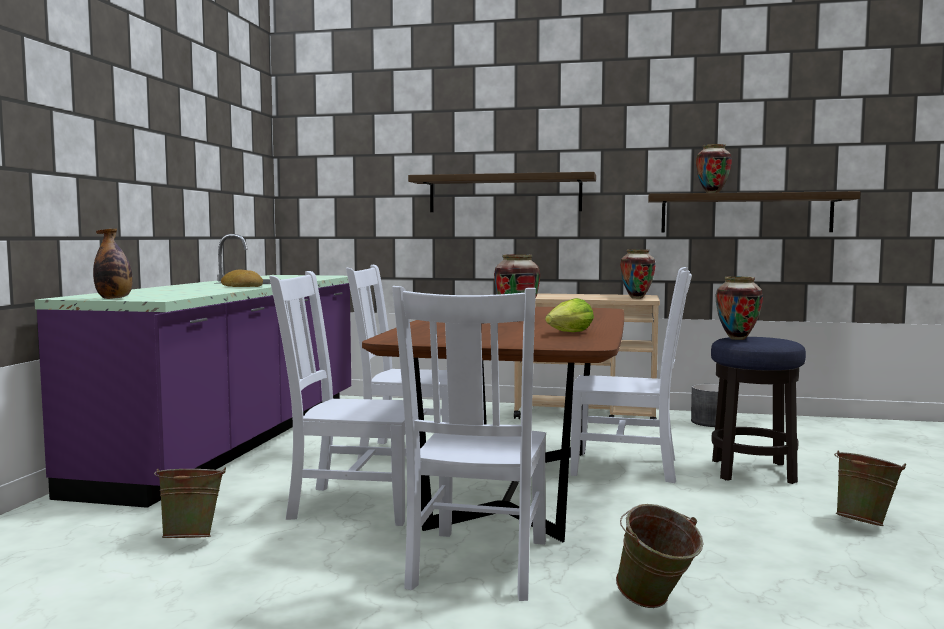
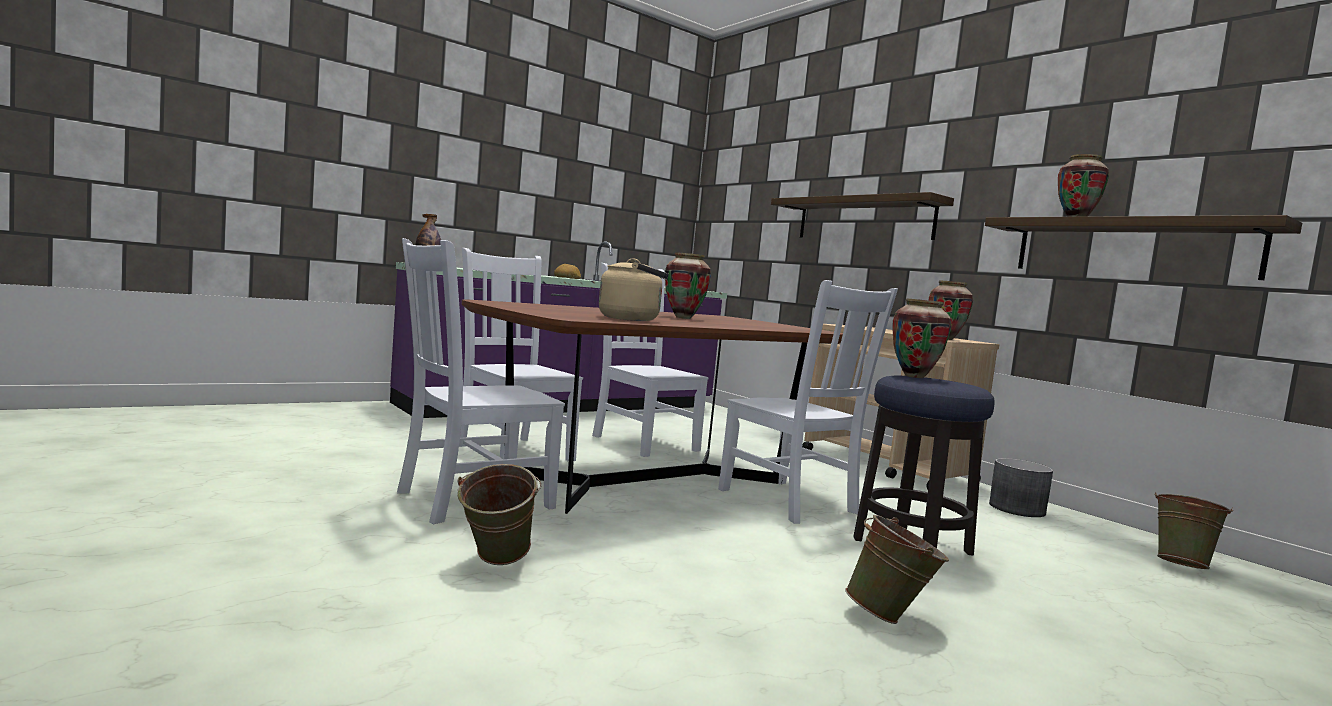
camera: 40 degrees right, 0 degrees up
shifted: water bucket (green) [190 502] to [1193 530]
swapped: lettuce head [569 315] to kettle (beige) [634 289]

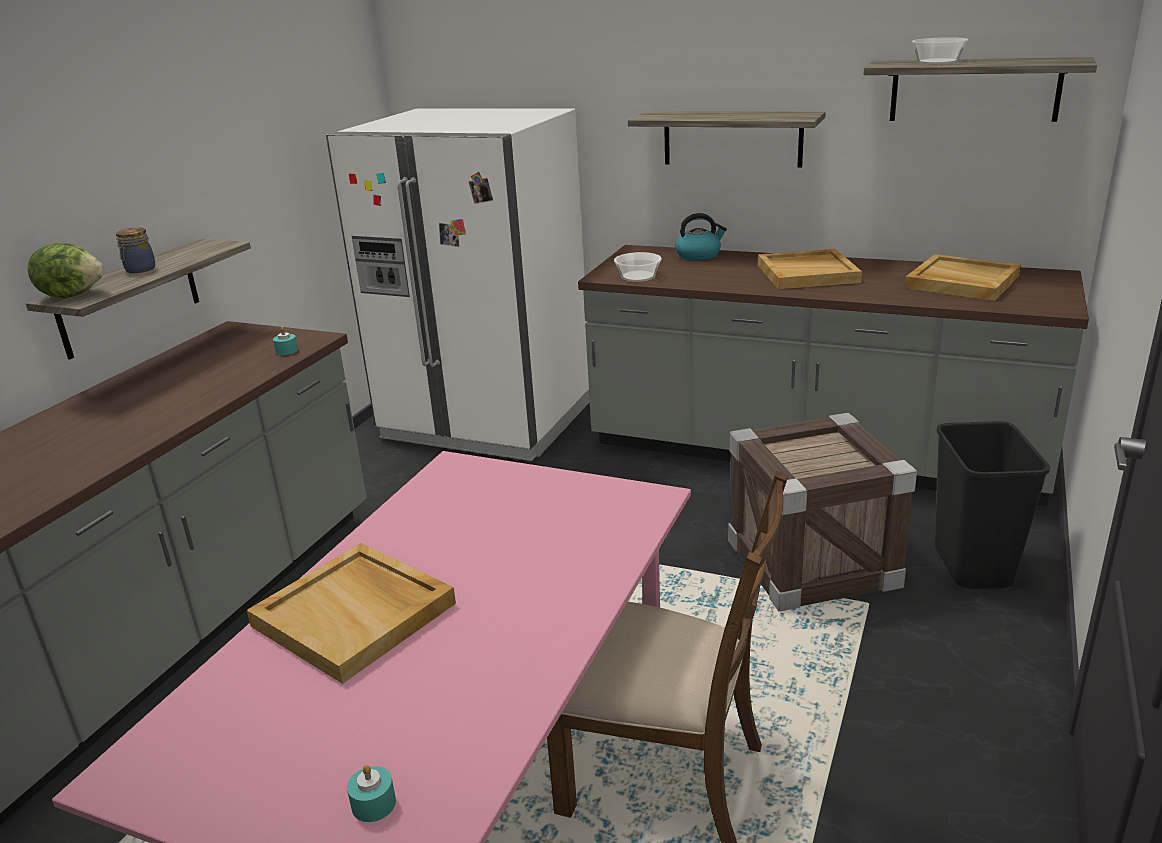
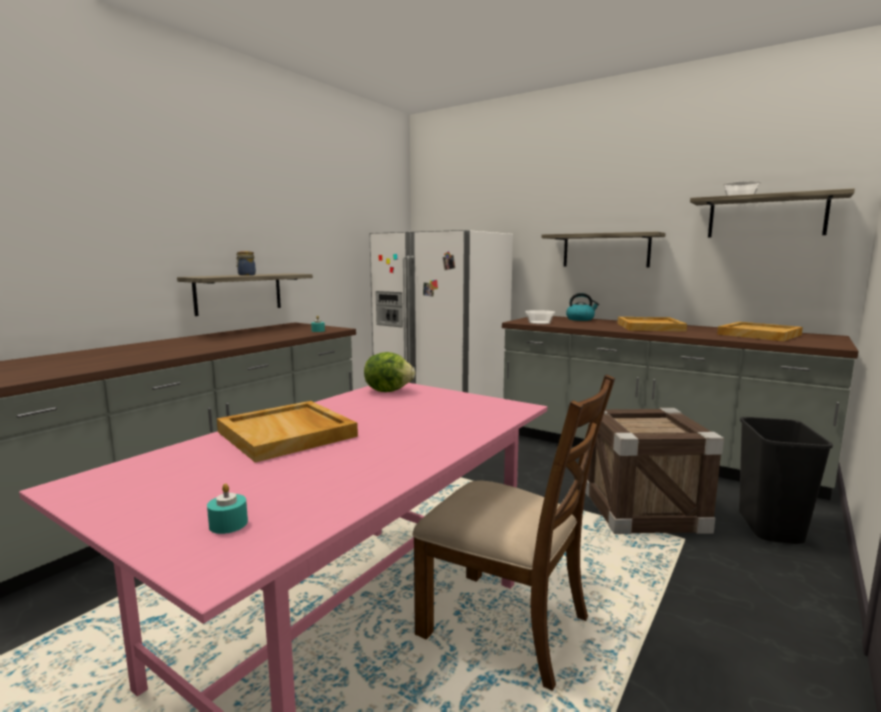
camera: 10 degrees right, 15 degrees down
shifted: lettuce head [65 270] to [389 372]

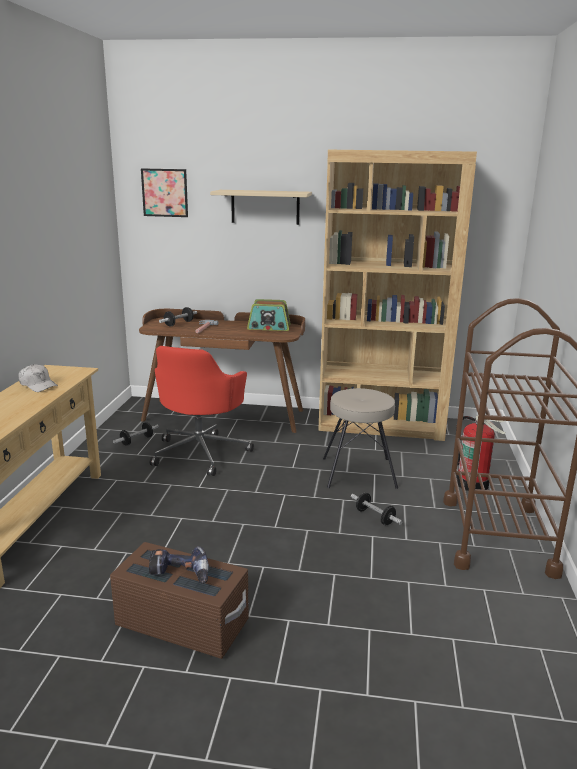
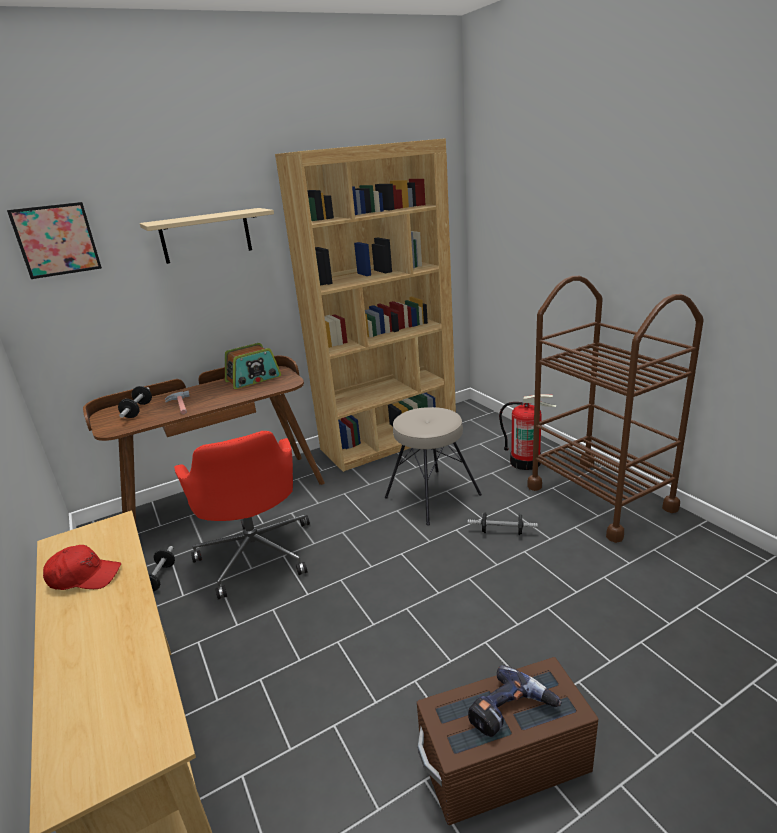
camera: 35 degrees left, 5 degrees up
repainted: baseball cap (white) [38 378] to baseball cap (red-coloured) [82 567]

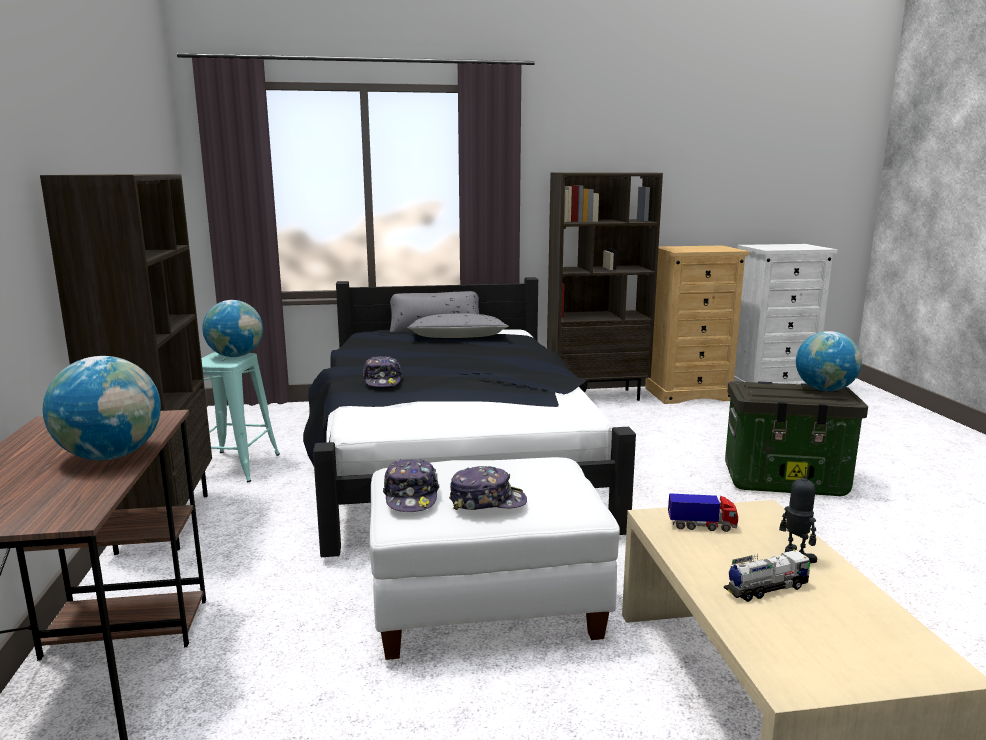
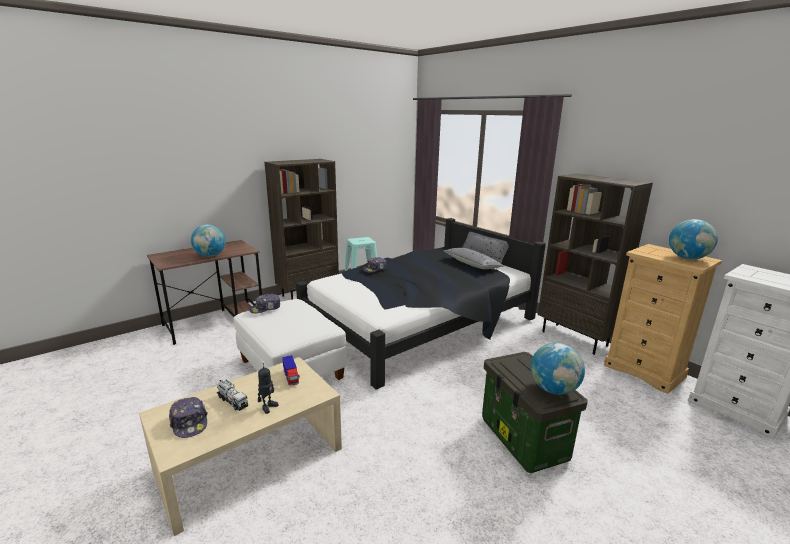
camera: 60 degrees right, 5 degrees up
shifted: baseball cap [488 488] to [188 417]; desk globe [232 328] to [693 239]

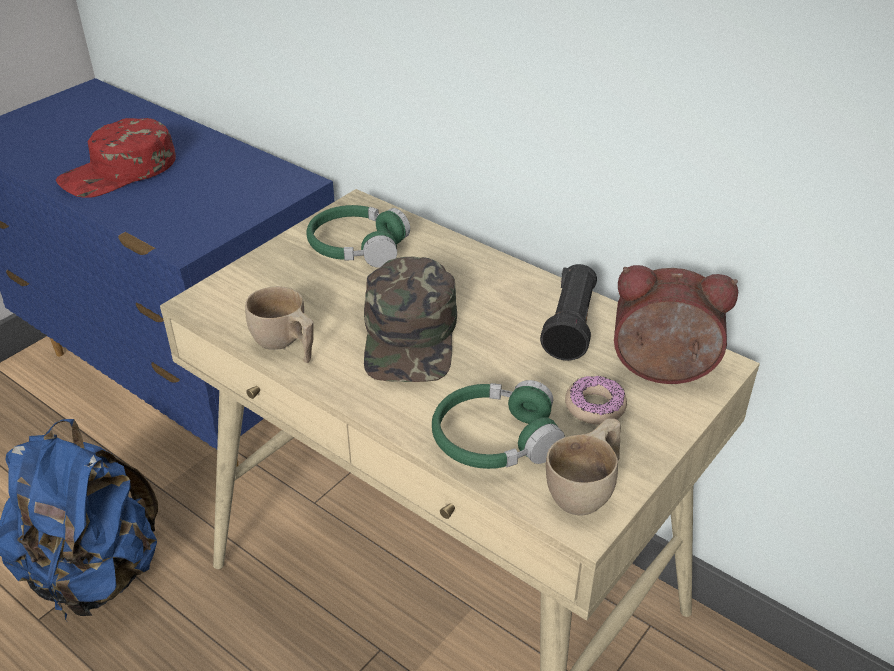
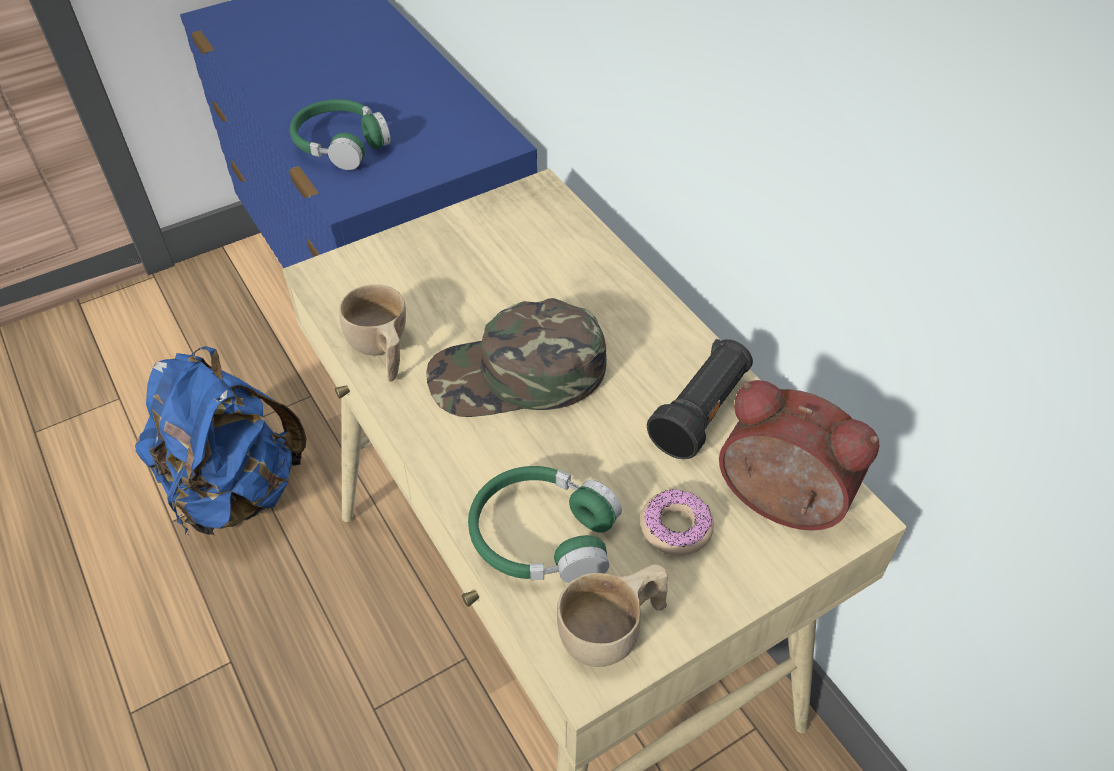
camera: 20 degrees right, 10 degrees up
gone: baseball cap (red-coloured) [116 158]
shifted: headset (green) [358 236] to [340 134]
rotated: baseball cap (green) [410 319] = [516 357] 60 degrees clockwise

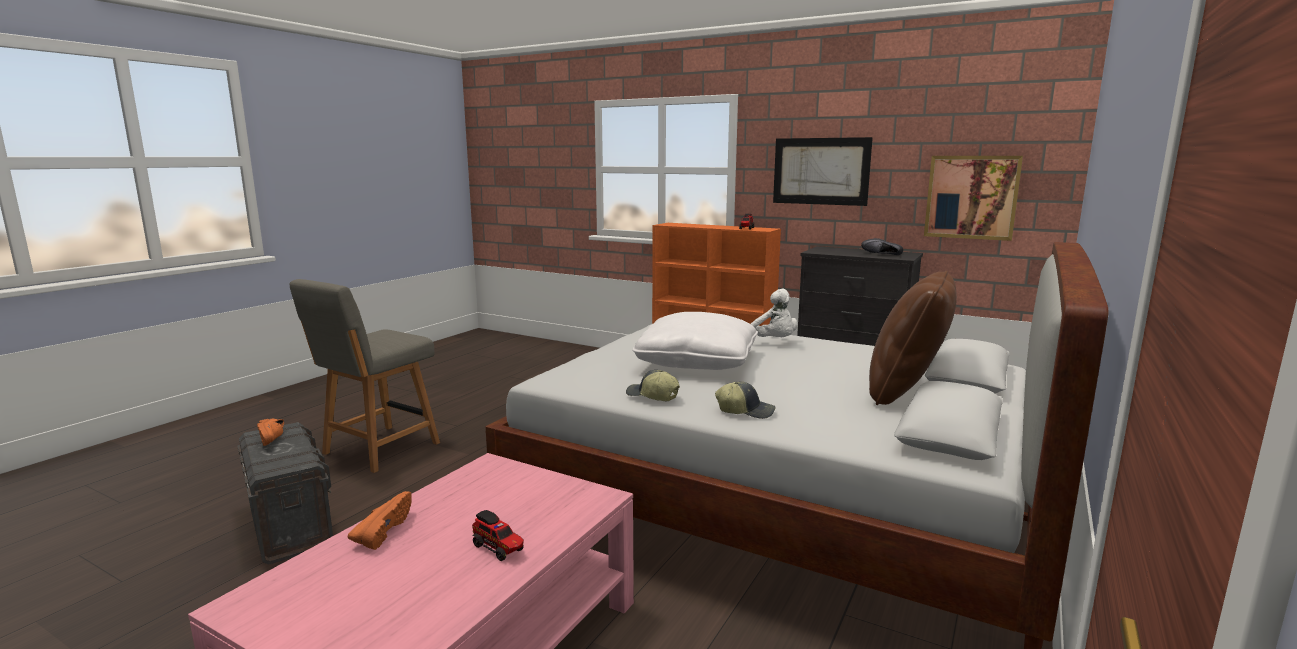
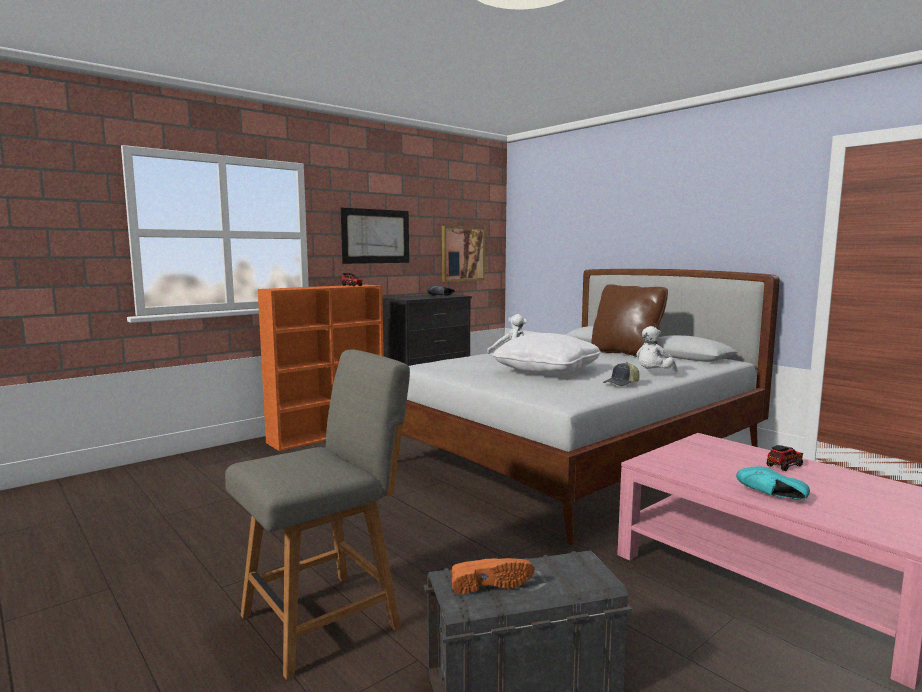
camera: 70 degrees left, 5 degrees down
swapped: baseball cap [745 400] to plush toy (white) [656 348]
repainted: item of footwear (orangey) [380 520] to item of footwear (turquoise) [773 483]
rotated: plain chair (greyish) [365 376] = [317 515] 90 degrees counterclockwise

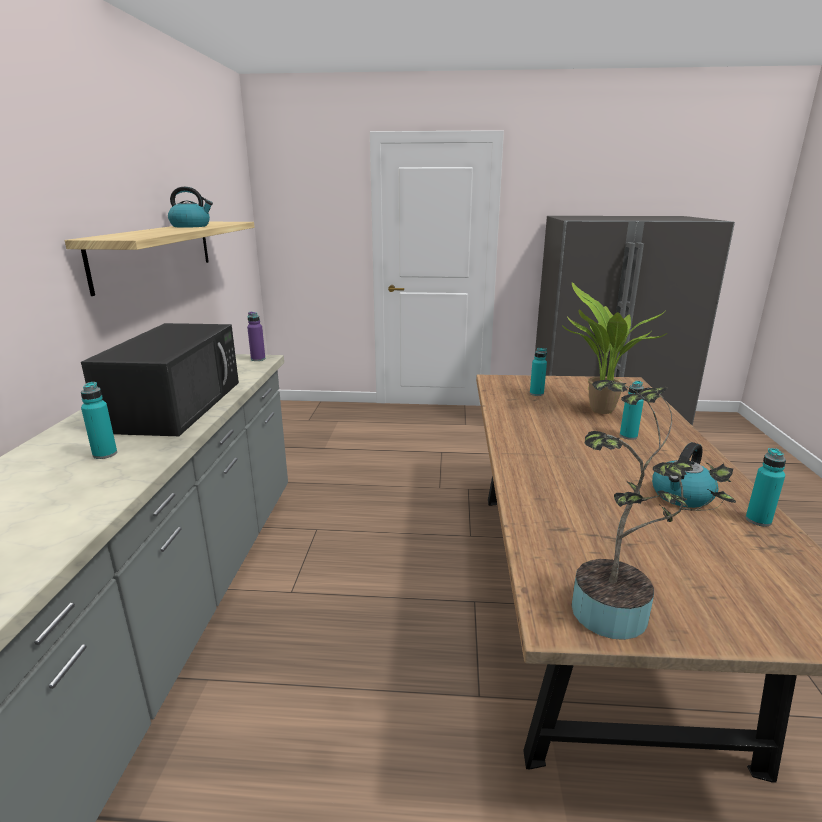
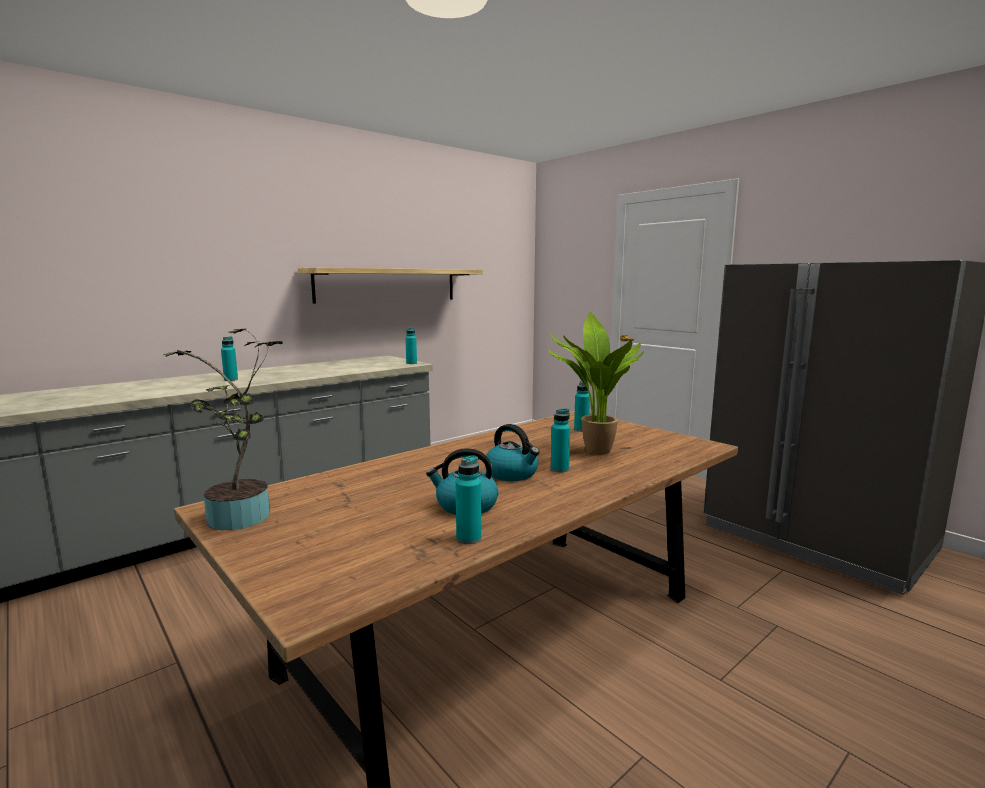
camera: 45 degrees right, 10 degrees down
gone: kitchen microwave (black) [160 379]
shifted: kettle [190 207] to [512 452]
repainted: beverage bottle (purple-coloured) [256 336] to beverage bottle (turquoise) [411 345]

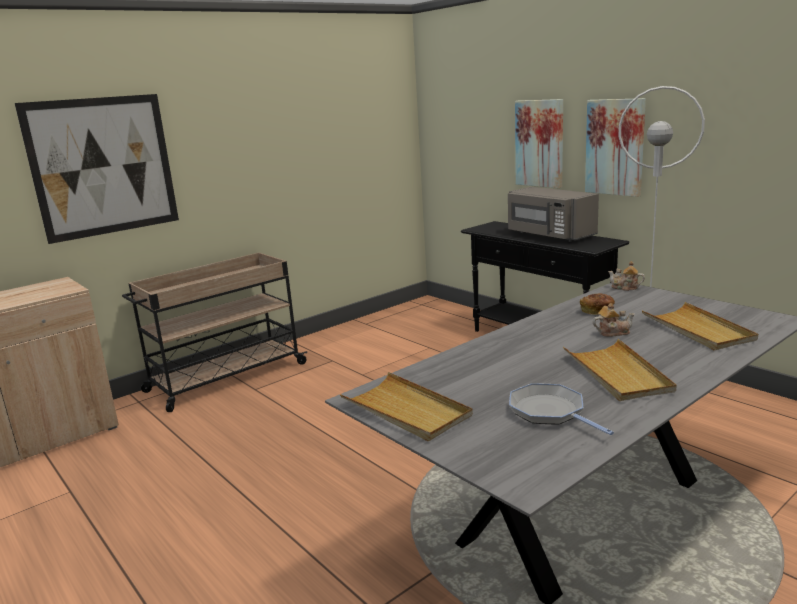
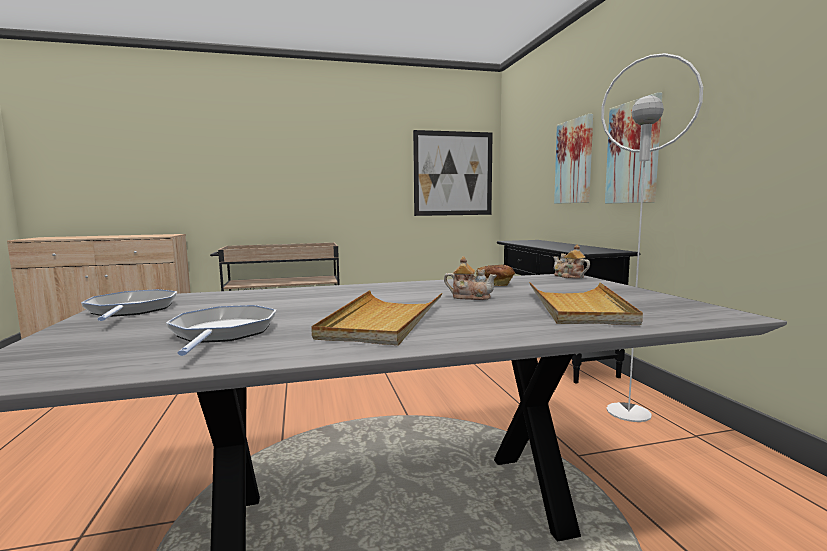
camera: 25 degrees right, 10 degrees down
gone: kitchen microwave (greyish) [553 214]
shifted: wall picture [97 169] to [453 173]
swapped: carrying tray (beige) [406 406] to pan [129 305]

